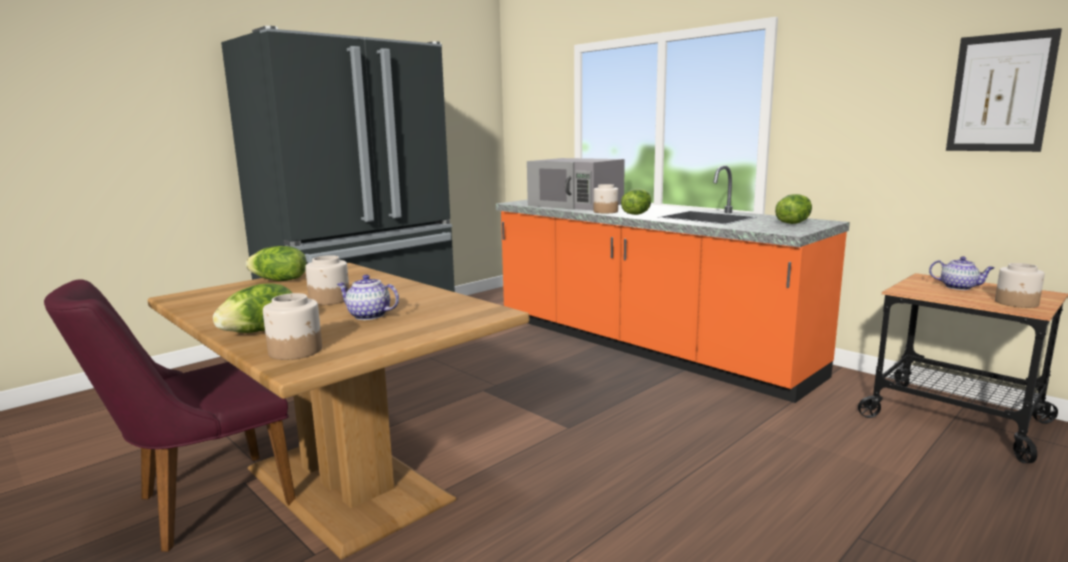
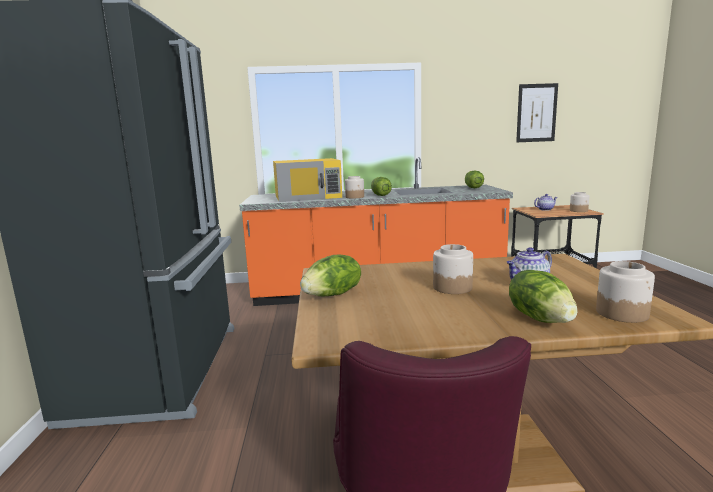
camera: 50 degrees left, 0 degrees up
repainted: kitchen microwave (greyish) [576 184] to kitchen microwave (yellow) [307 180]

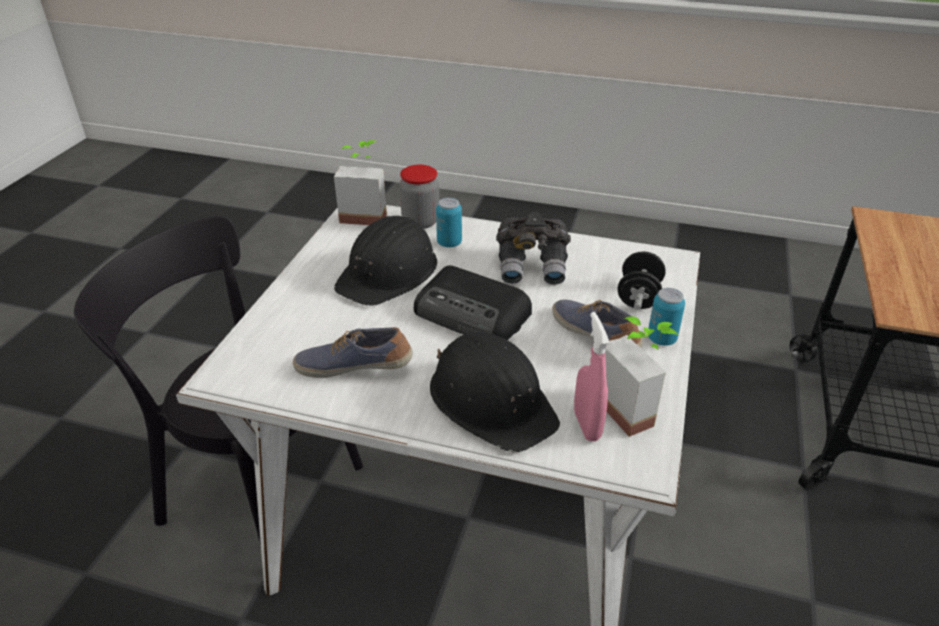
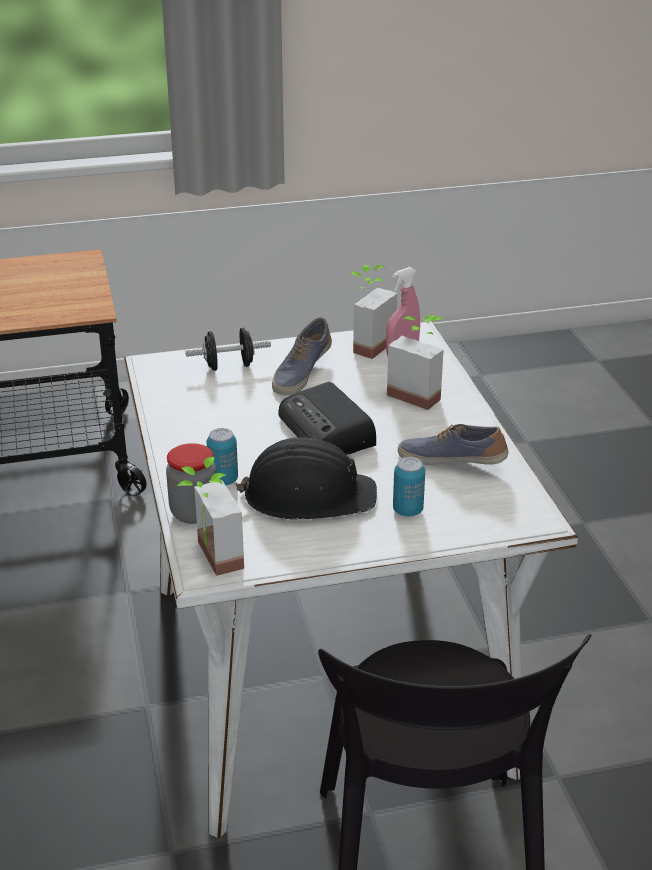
camera: 120 degrees left, 5 degrees down
gone: pair of binoculars (greyish) [533 248]
shifted: sealed can [666 317] to [409 486]
swapped: work helmet (black) [495 392] to potted plant [415 362]
rotated: radio set [473 302] = [327 418] 150 degrees clockwise; item of footwear [352 352] = [453 444] 135 degrees clockwise

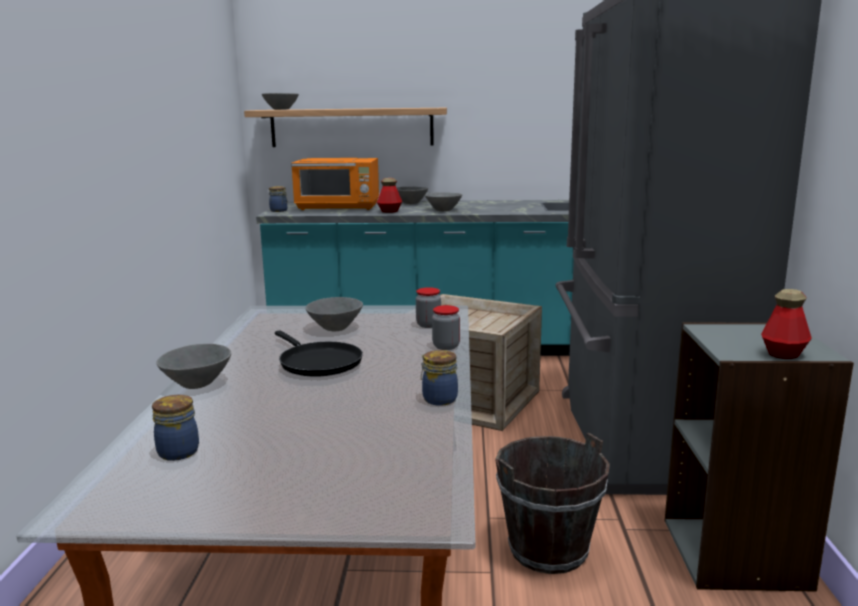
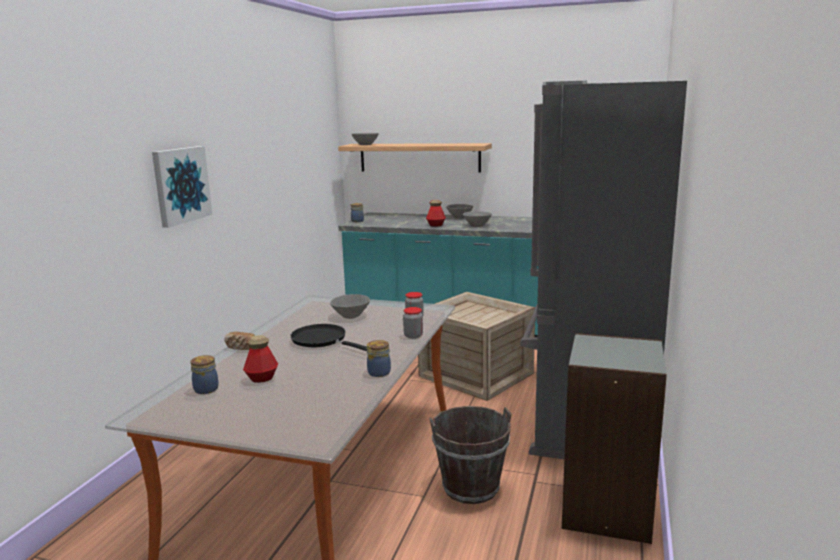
camera: 15 degrees right, 0 degrees up
gone: kitchen microwave (orangey) [335 184]
new: wall picture [182 187]
shifted: beverage bottle [786 324] to [260 359]
swapped: deep dish (greyish) [193 366] to bread [239 340]
rotated: pan (black) [319 353] = [328 337] 150 degrees clockwise

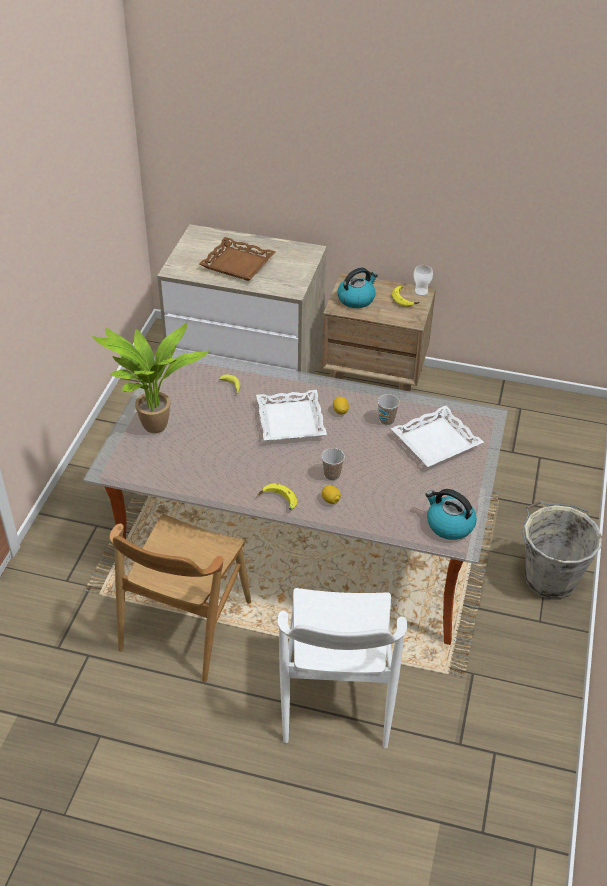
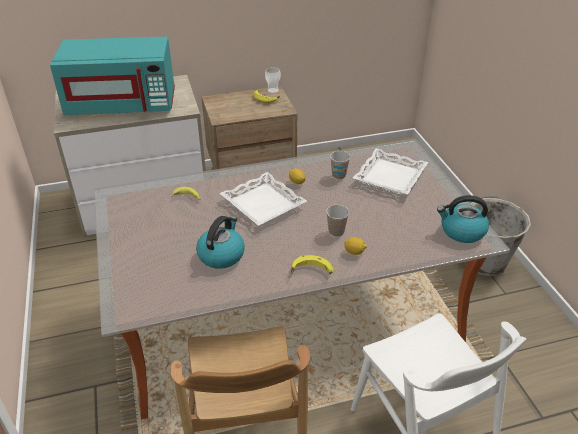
camera: 30 degrees left, 5 degrees down
gone: potted plant [150 378]
shifted: kettle [357 288] to [220 242]
swapped: carrying tray (brown) [237 259] to kitchen microwave (turquoise) [112 76]

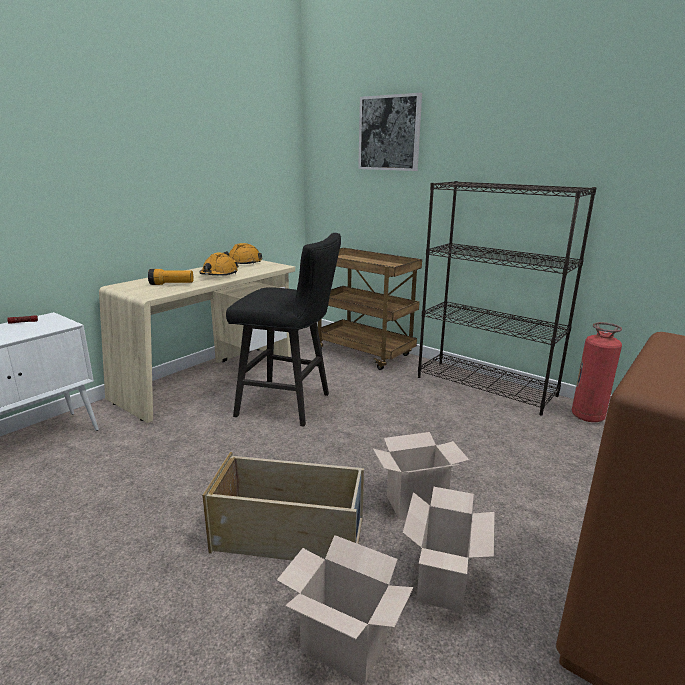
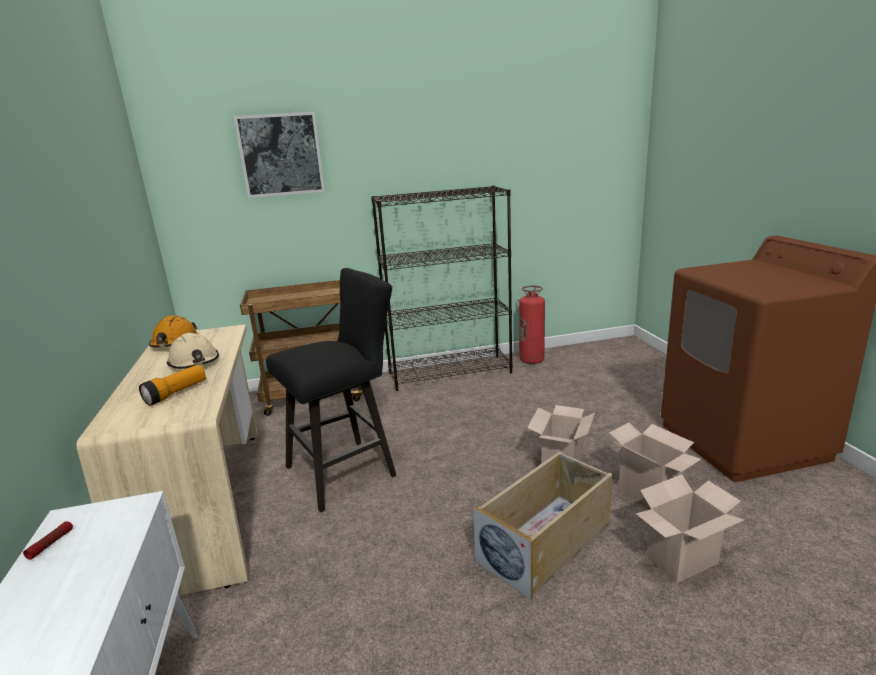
camera: 50 degrees left, 0 degrees up
repainted: work helmet (orangey) [219 263] to work helmet (beige) [193 351]

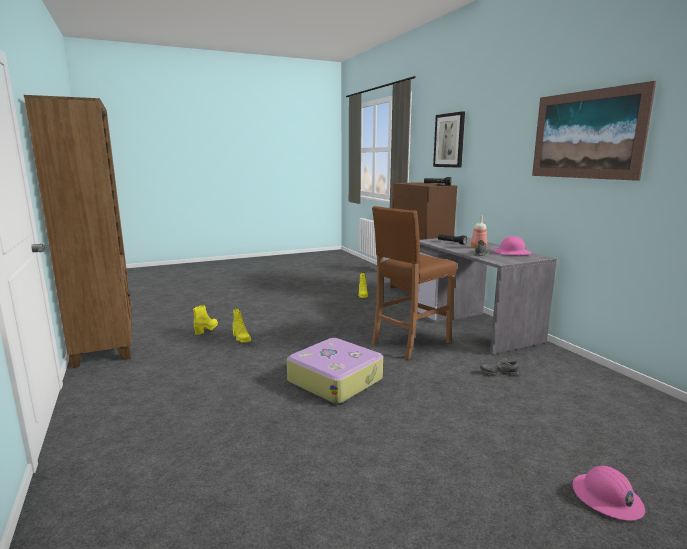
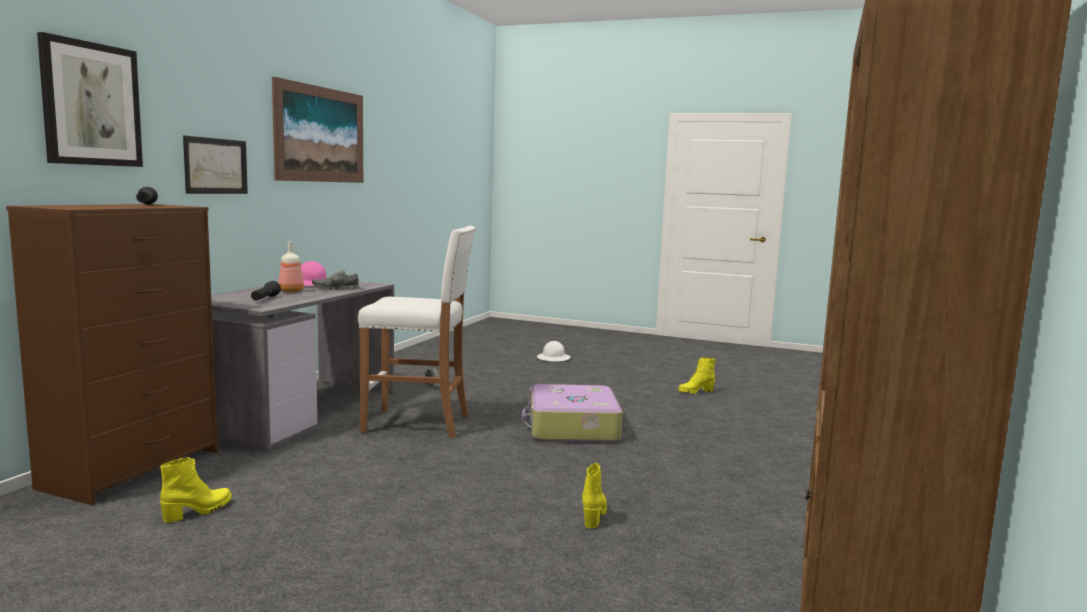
camera: 135 degrees left, 5 degrees down
new: wall picture [215 165]
shifted: tall boot (yellow) [205 320] to [697 375]
repainted: sitting stool (brown) [414 283] to sitting stool (white) [417 332]; work helmet (pink) [608 493] to work helmet (white) [553 351]

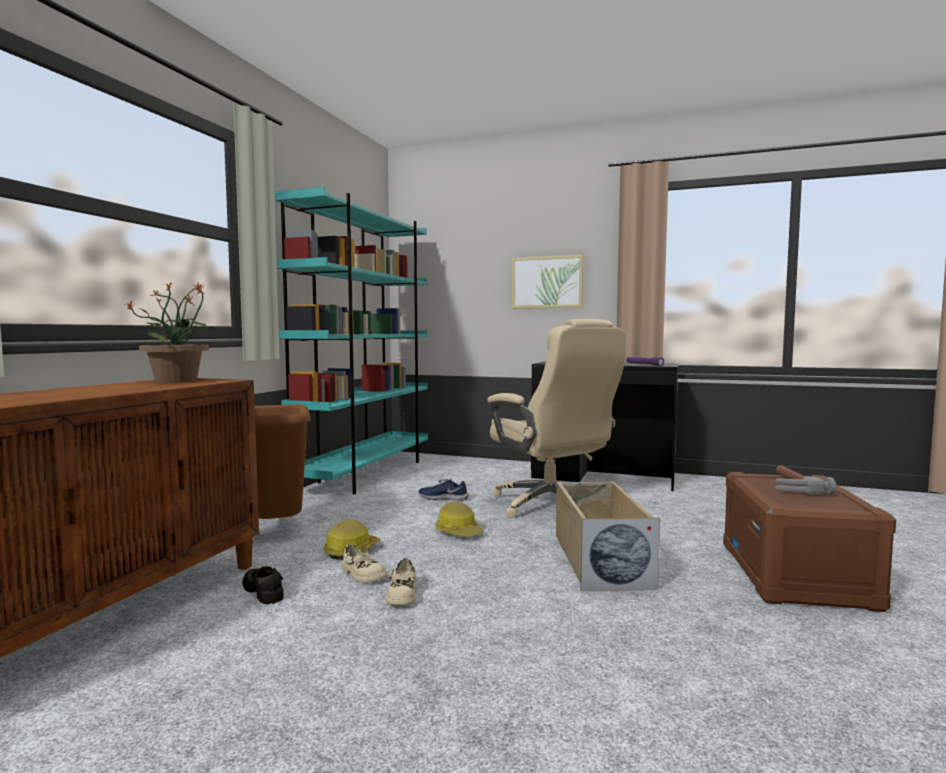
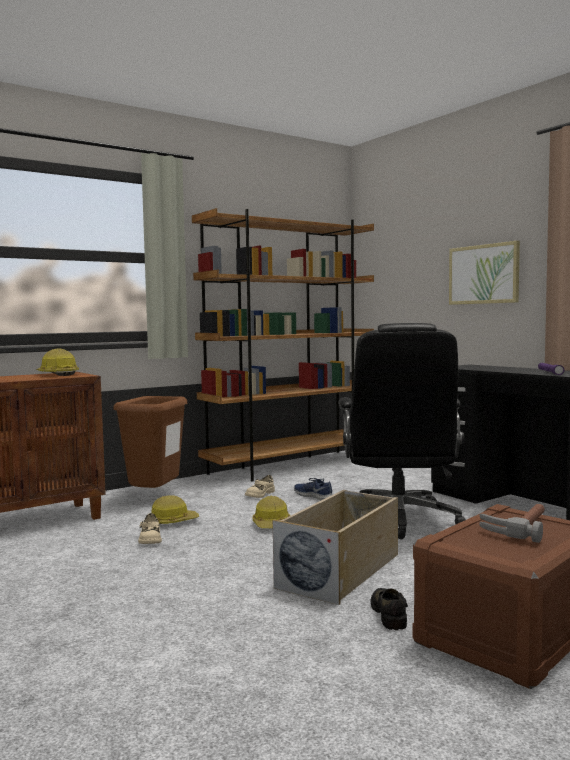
camera: 35 degrees right, 0 degrees up
shifted: item of footwear (beige) [400 581] to [260 486]; item of footwear (black) [262 585] to [389 609]
swapped: potted plant [171 332] to work helmet [57 362]
repainted: bookshelf (turquoise) [351 340] to bookshelf (brown) [283 344]; desk chair (beige) [556 418] to desk chair (black) [402 431]

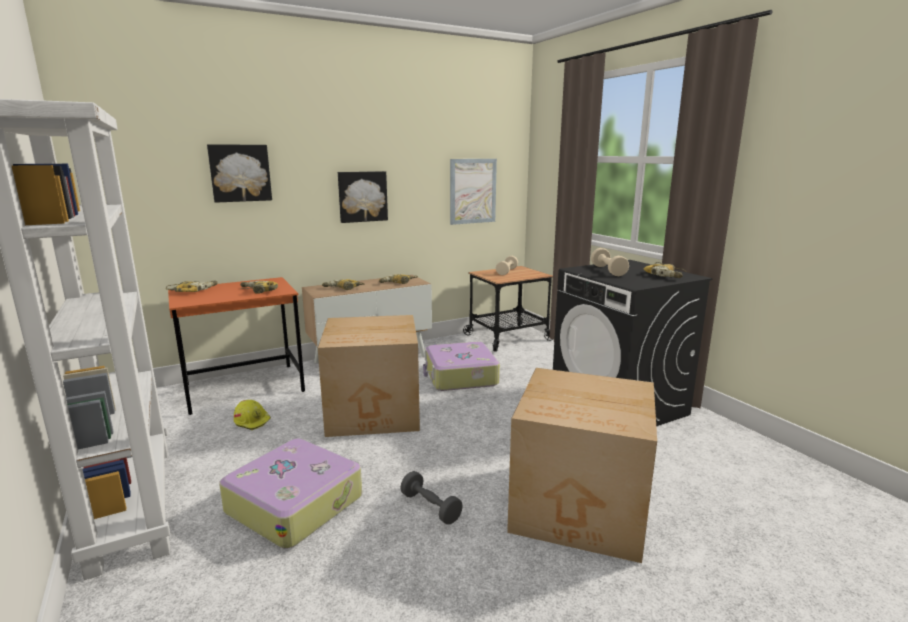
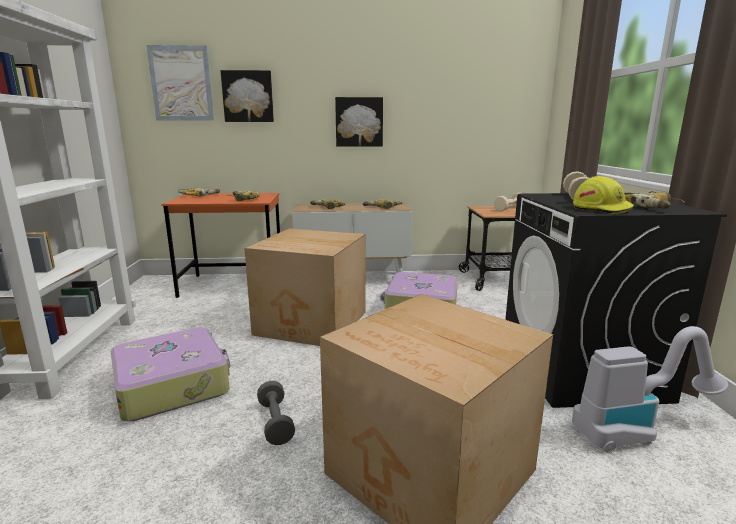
camera: 25 degrees right, 0 degrees up
new: hoover [650 389]
shifted: wall picture [473 192] to [180 83]; work helmet (yellow) [252 415] to [603 195]

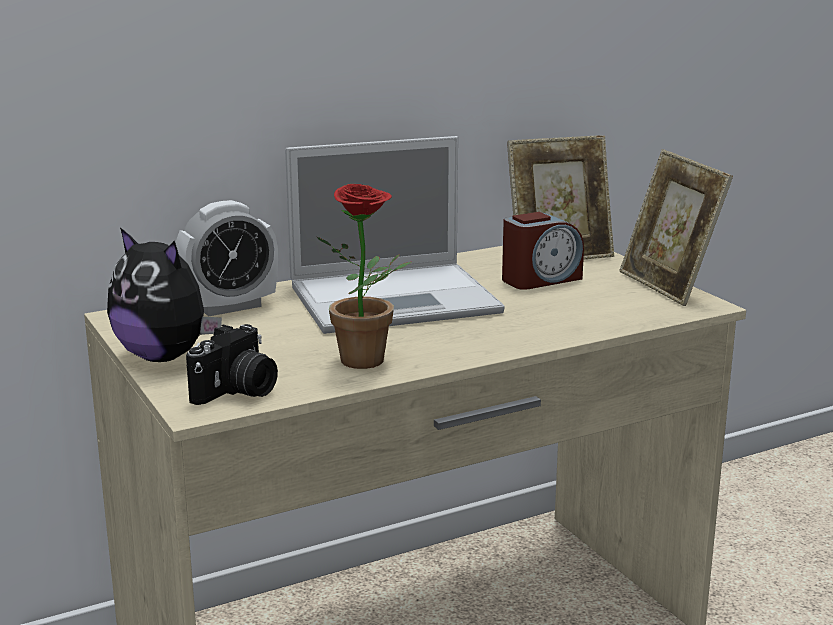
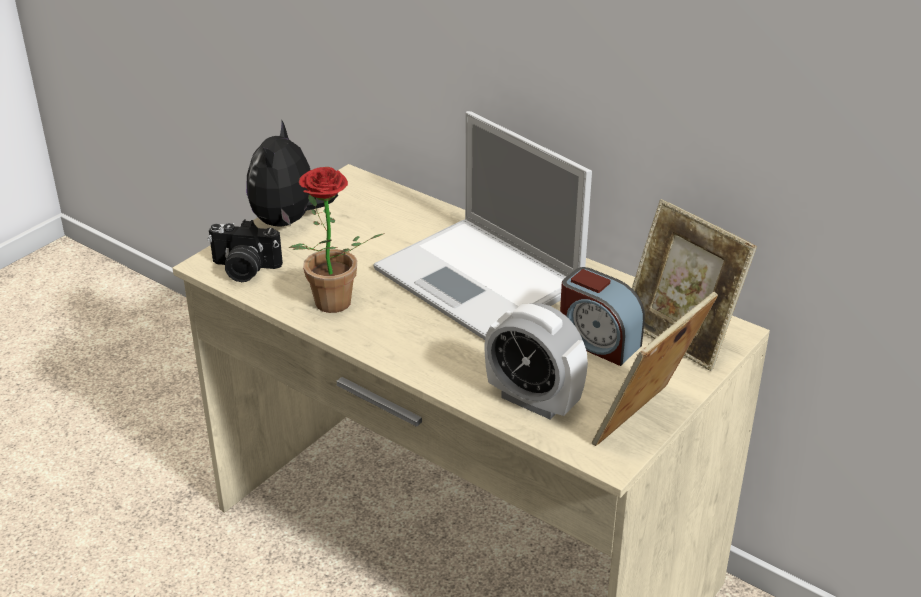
camera: 65 degrees right, 15 degrees up
shifted: bedside clock [227 258] to [536 361]

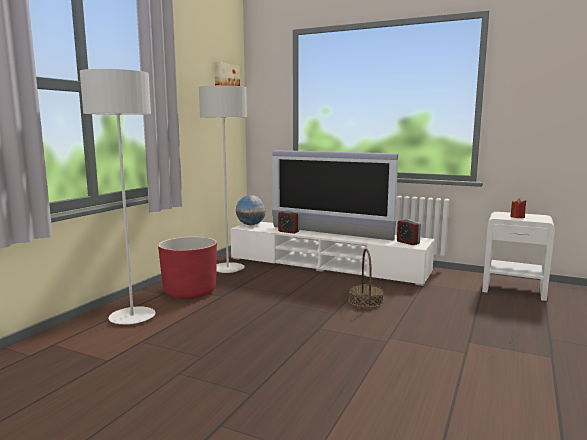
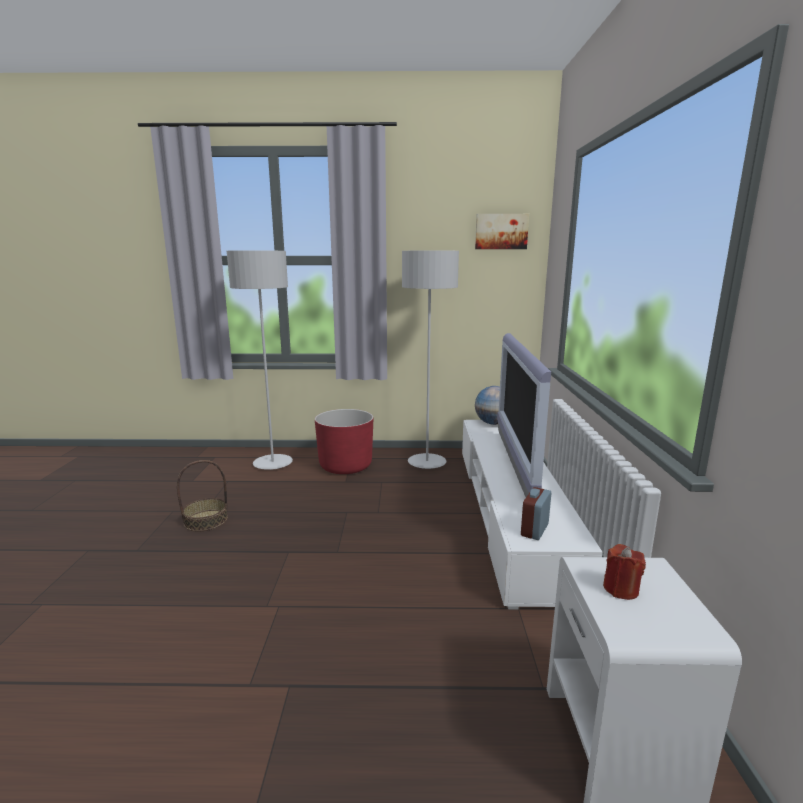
camera: 65 degrees right, 5 degrees up
gone: bedside clock [289 222]
shifted: storage basket [366 278] to [202 496]

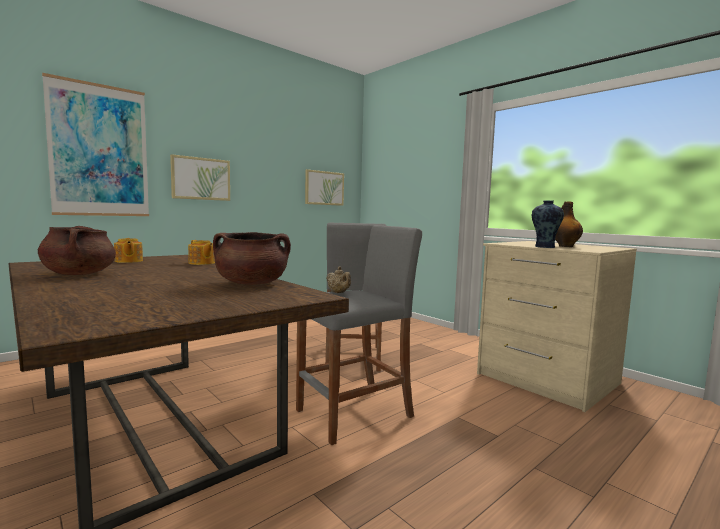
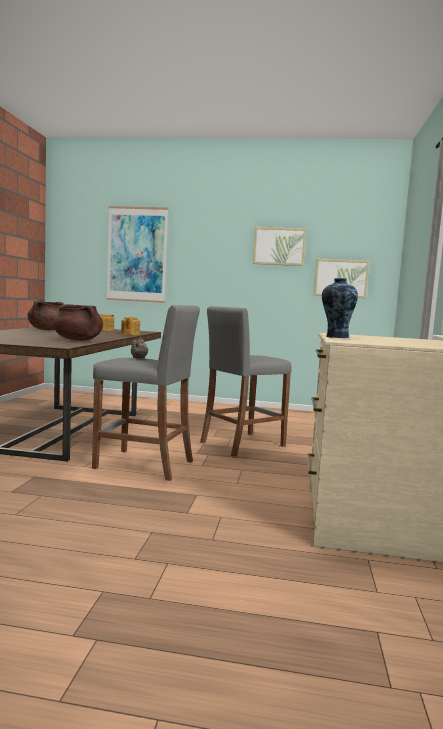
camera: 50 degrees right, 0 degrees up
gone: beverage bottle [569 224]
shifted: wall picture [200 177] to [279 246]

